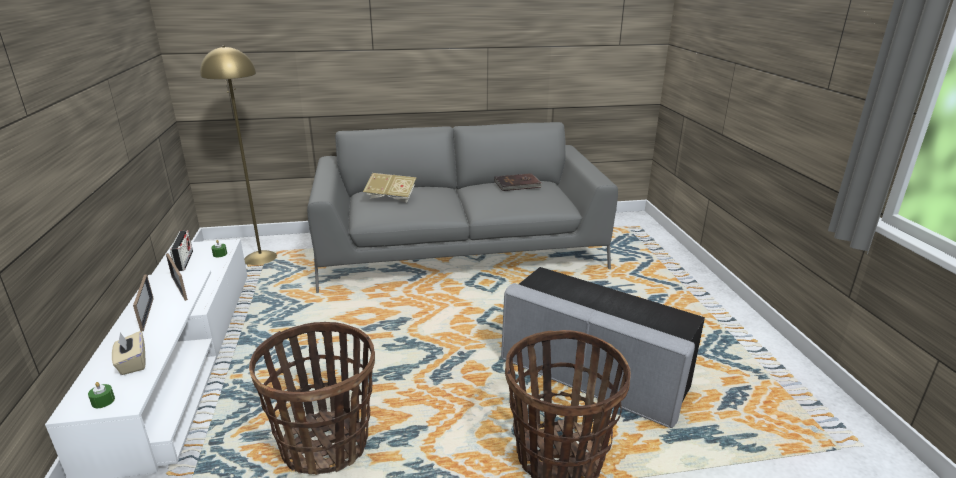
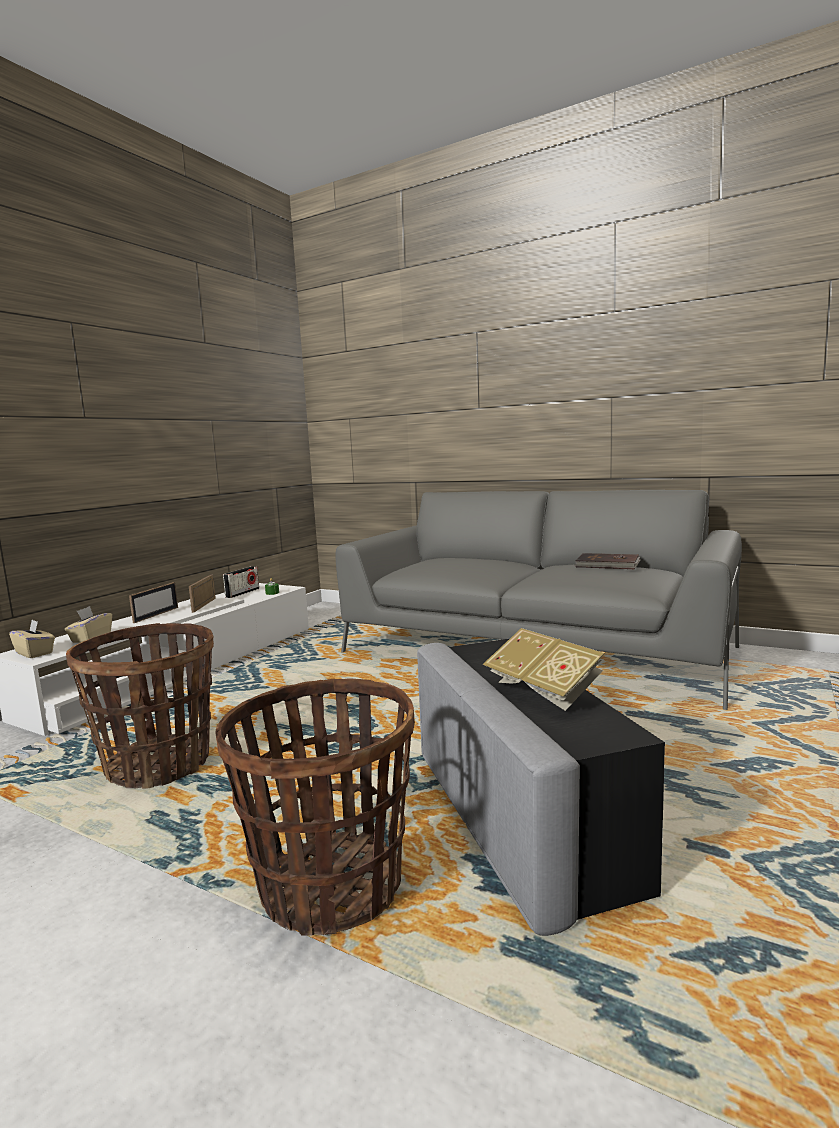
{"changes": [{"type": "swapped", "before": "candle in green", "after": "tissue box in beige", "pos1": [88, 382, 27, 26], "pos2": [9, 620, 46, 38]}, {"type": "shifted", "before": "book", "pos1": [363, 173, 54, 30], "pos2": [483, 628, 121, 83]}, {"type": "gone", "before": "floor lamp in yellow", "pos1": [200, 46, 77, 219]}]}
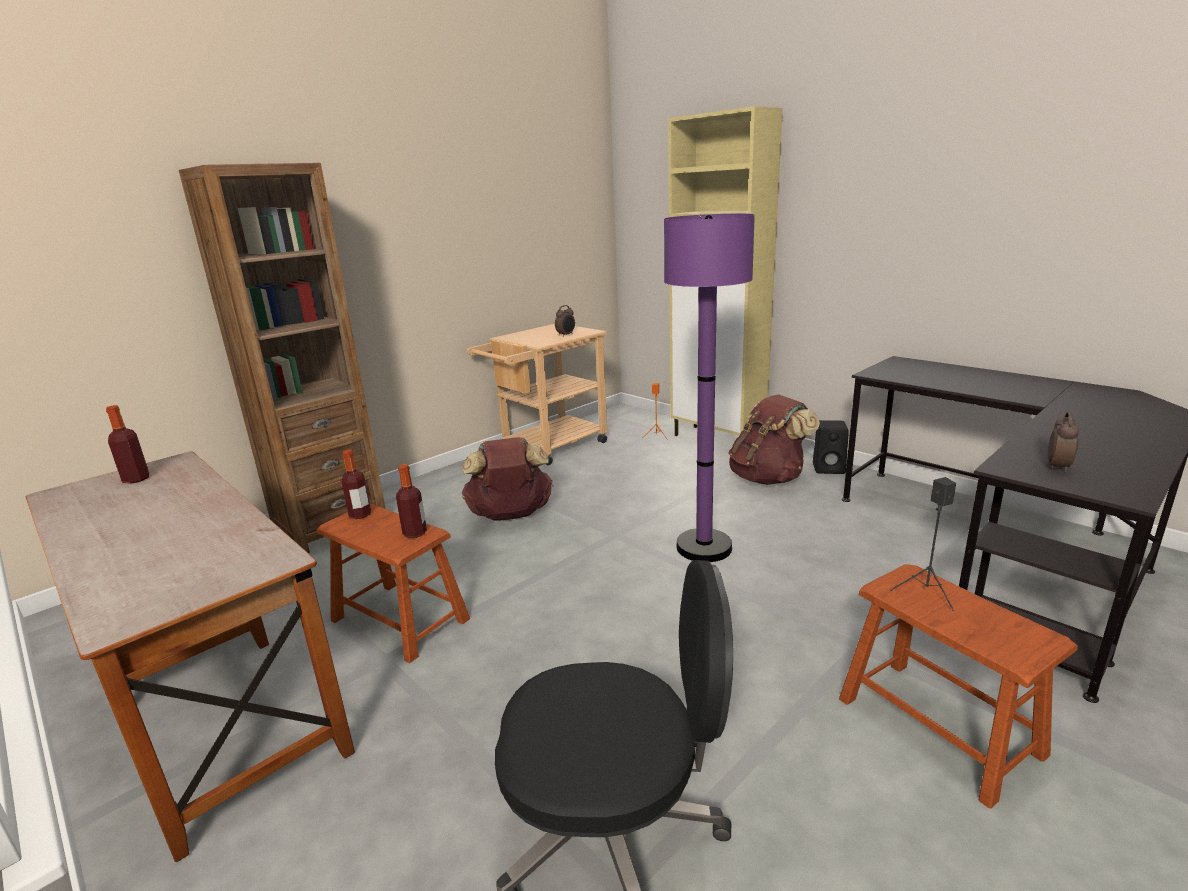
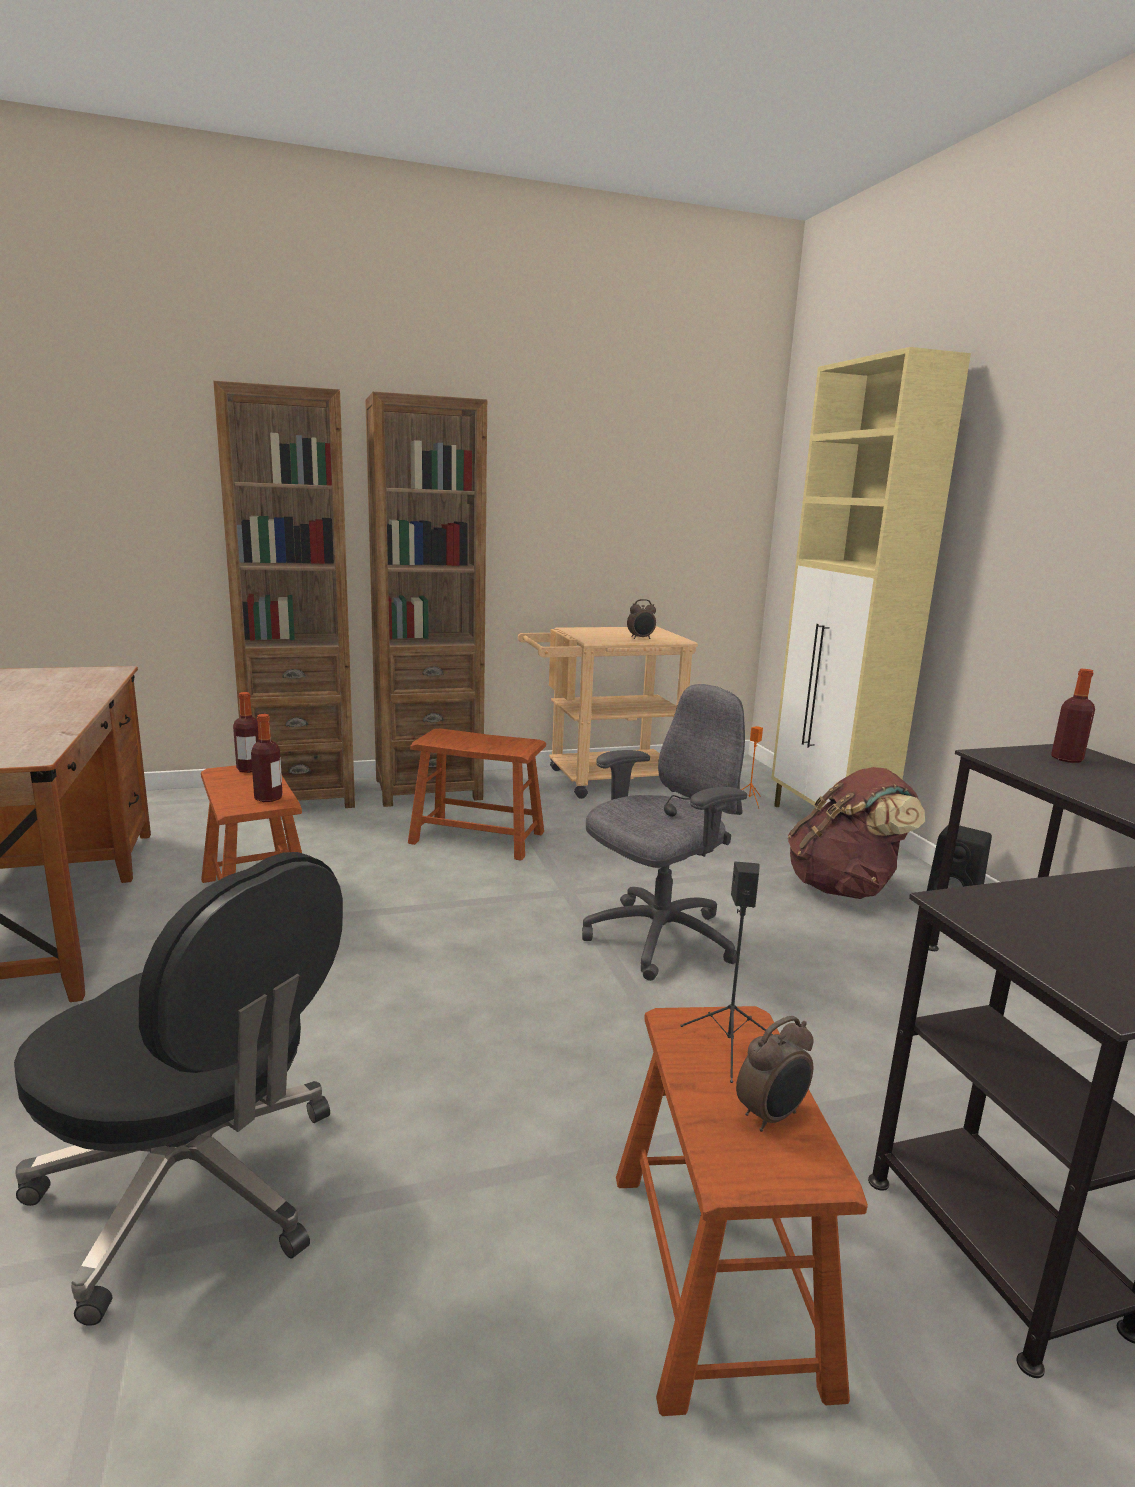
{"changes": [{"type": "new", "after": "bookcase in brown", "pos2": [365, 391, 122, 416]}, {"type": "swapped", "before": "backpack in brown", "after": "stool in brown", "pos1": [462, 437, 91, 84], "pos2": [408, 729, 138, 132]}, {"type": "swapped", "before": "floor lamp in purple", "after": "office chair in grey", "pos1": [664, 214, 91, 348], "pos2": [582, 684, 165, 297]}, {"type": "shifted", "before": "alarm clock", "pos1": [1048, 412, 31, 61], "pos2": [736, 1016, 78, 116]}, {"type": "shifted", "before": "bottle", "pos1": [106, 405, 43, 79], "pos2": [1051, 669, 44, 94]}]}
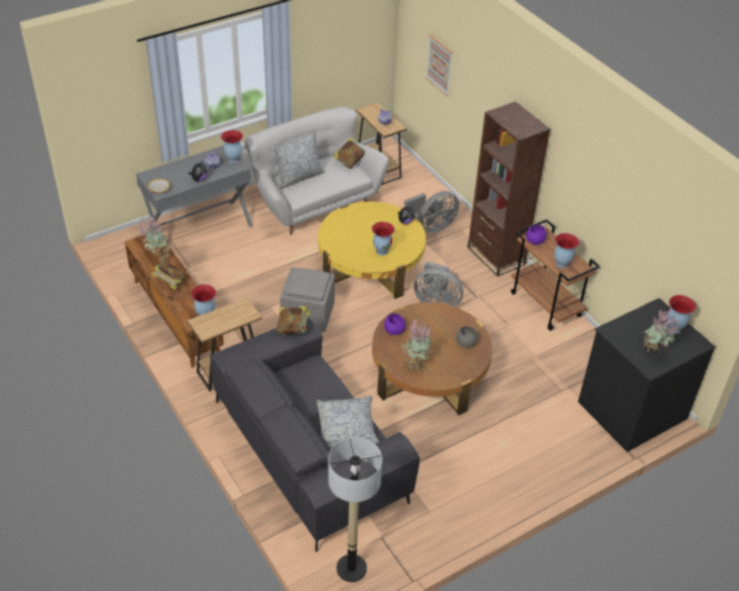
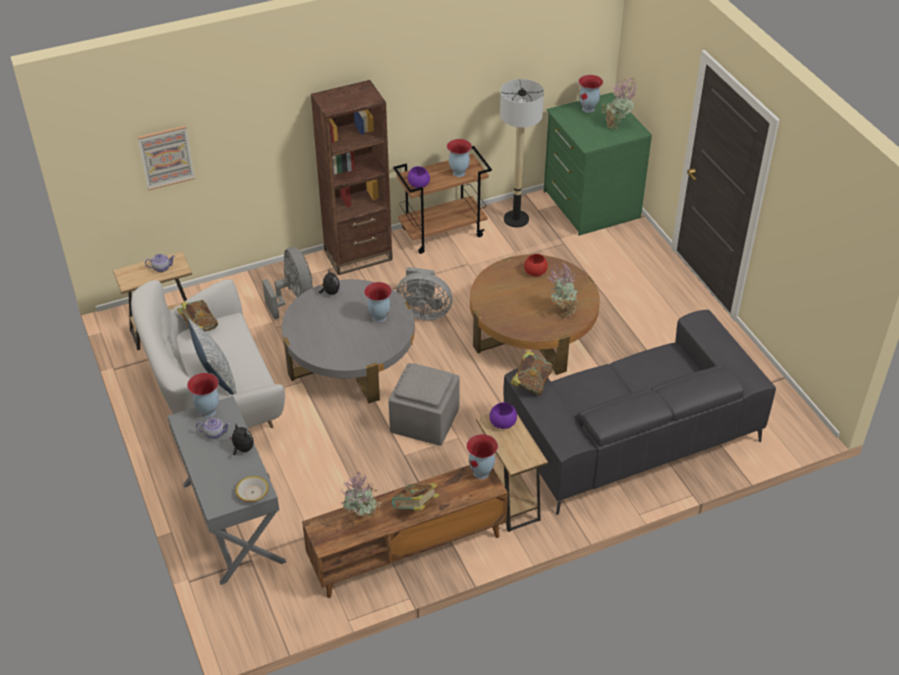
{"changes": [{"type": "repainted", "before": "coffee table in yellow", "after": "coffee table in grey", "pos1": [318, 202, 108, 97], "pos2": [282, 279, 133, 125]}, {"type": "rotated", "before": "fan in grey", "pos1": [414, 262, 49, 45], "pos2": [396, 267, 57, 53], "turn": 75}, {"type": "shifted", "before": "bowl in purple", "pos1": [384, 313, 22, 22], "pos2": [490, 402, 27, 27]}, {"type": "shifted", "before": "floor lamp", "pos1": [328, 437, 54, 145], "pos2": [500, 79, 44, 149]}, {"type": "repainted", "before": "bowl in grey", "after": "bowl in red", "pos1": [456, 326, 22, 22], "pos2": [524, 254, 24, 22]}, {"type": "repainted", "before": "dresser in black", "after": "dresser in green", "pos1": [578, 298, 137, 154], "pos2": [544, 92, 108, 144]}, {"type": "gone", "before": "pillow", "pos1": [317, 395, 63, 54]}]}
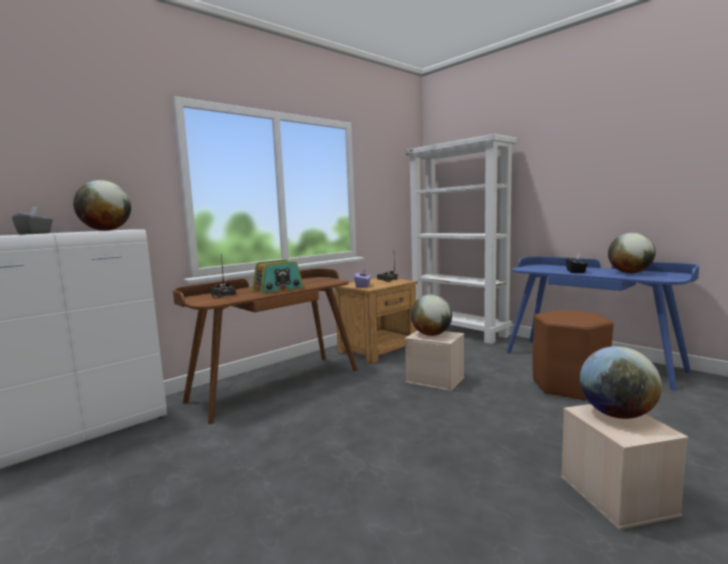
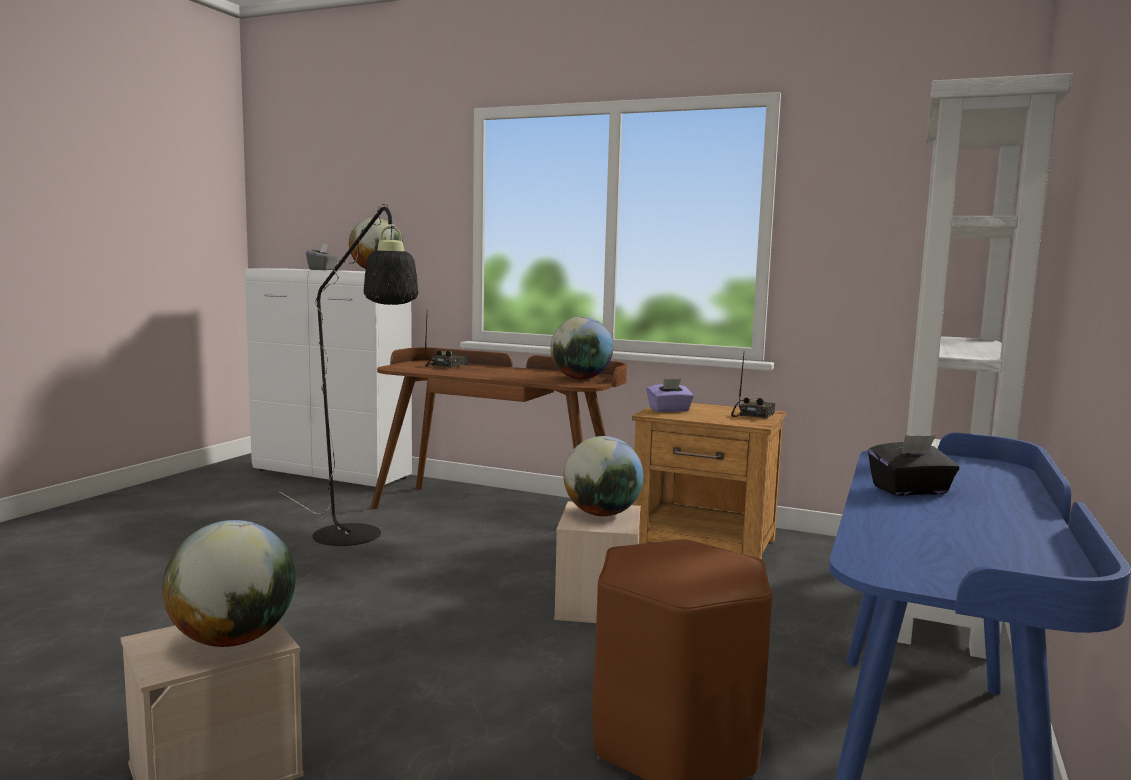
{"changes": [{"type": "new", "after": "floor lamp in black", "pos2": [279, 204, 139, 342]}, {"type": "shifted", "before": "globe", "pos1": [608, 233, 48, 40], "pos2": [550, 316, 63, 63]}, {"type": "gone", "before": "radio", "pos1": [252, 260, 51, 34]}]}
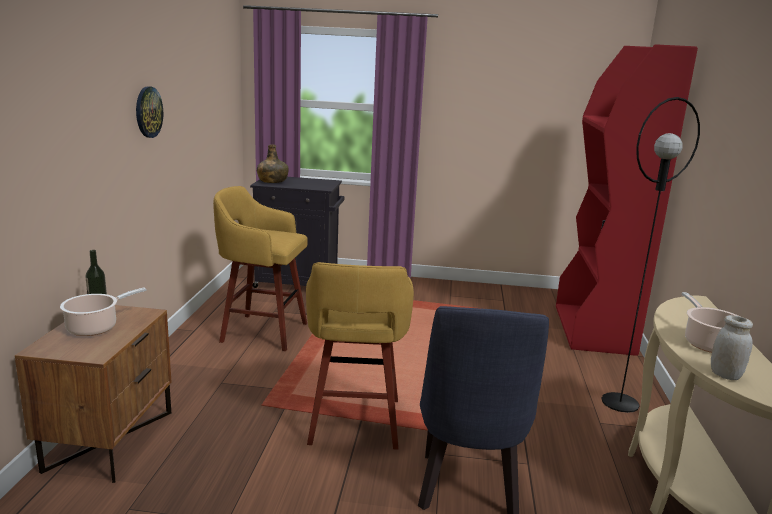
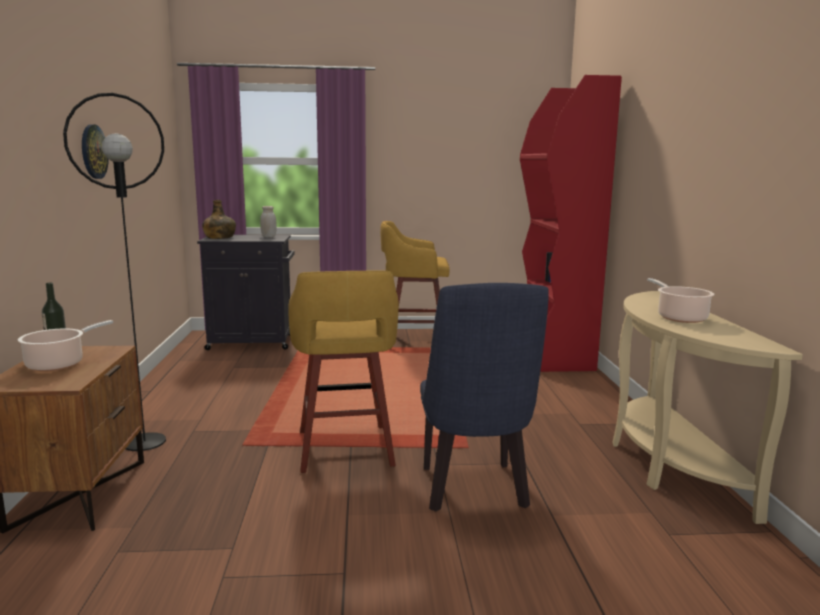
{"changes": [{"type": "shifted", "before": "floor lamp in black", "pos1": [601, 97, 99, 316], "pos2": [63, 93, 103, 358]}, {"type": "shifted", "before": "jar in white", "pos1": [711, 315, 42, 65], "pos2": [260, 206, 17, 31]}, {"type": "shifted", "before": "stool in yellow", "pos1": [213, 186, 95, 165], "pos2": [380, 221, 70, 128]}]}
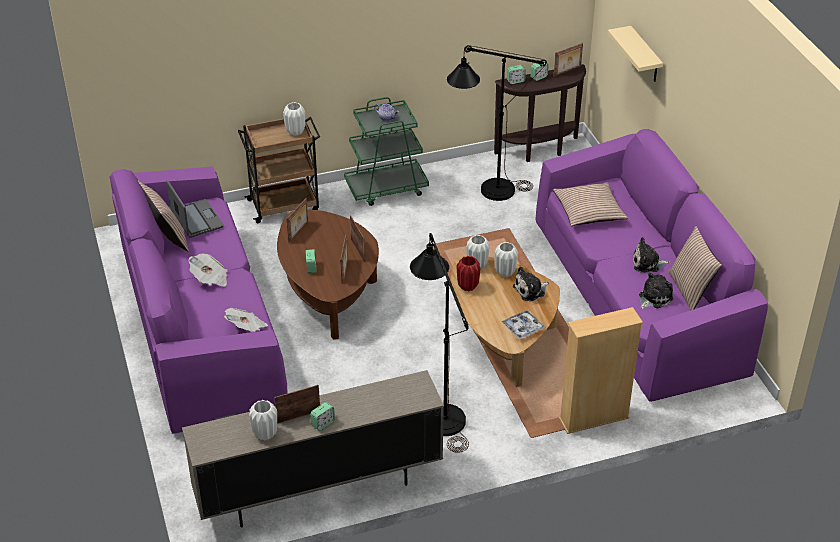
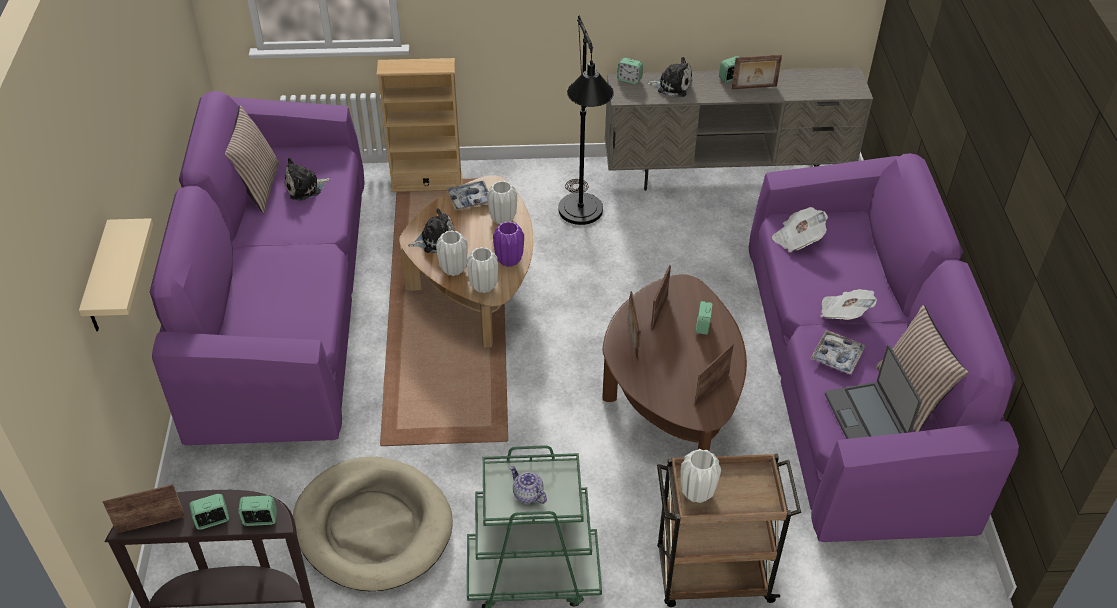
{"changes": [{"type": "swapped", "before": "floor lamp in black", "after": "dog bed in beige", "pos1": [447, 45, 100, 156], "pos2": [293, 457, 160, 134]}, {"type": "shifted", "before": "vase in white", "pos1": [249, 400, 28, 40], "pos2": [487, 181, 30, 43]}, {"type": "repainted", "before": "vase in red", "after": "vase in purple", "pos1": [457, 256, 23, 35], "pos2": [493, 221, 31, 46]}, {"type": "new", "after": "alarm clock", "pos2": [617, 58, 26, 26]}, {"type": "shifted", "before": "plush toy", "pos1": [633, 237, 37, 36], "pos2": [646, 57, 46, 40]}, {"type": "new", "after": "tray", "pos2": [810, 330, 55, 45]}, {"type": "gone", "before": "pillow", "pos1": [553, 182, 75, 44]}]}
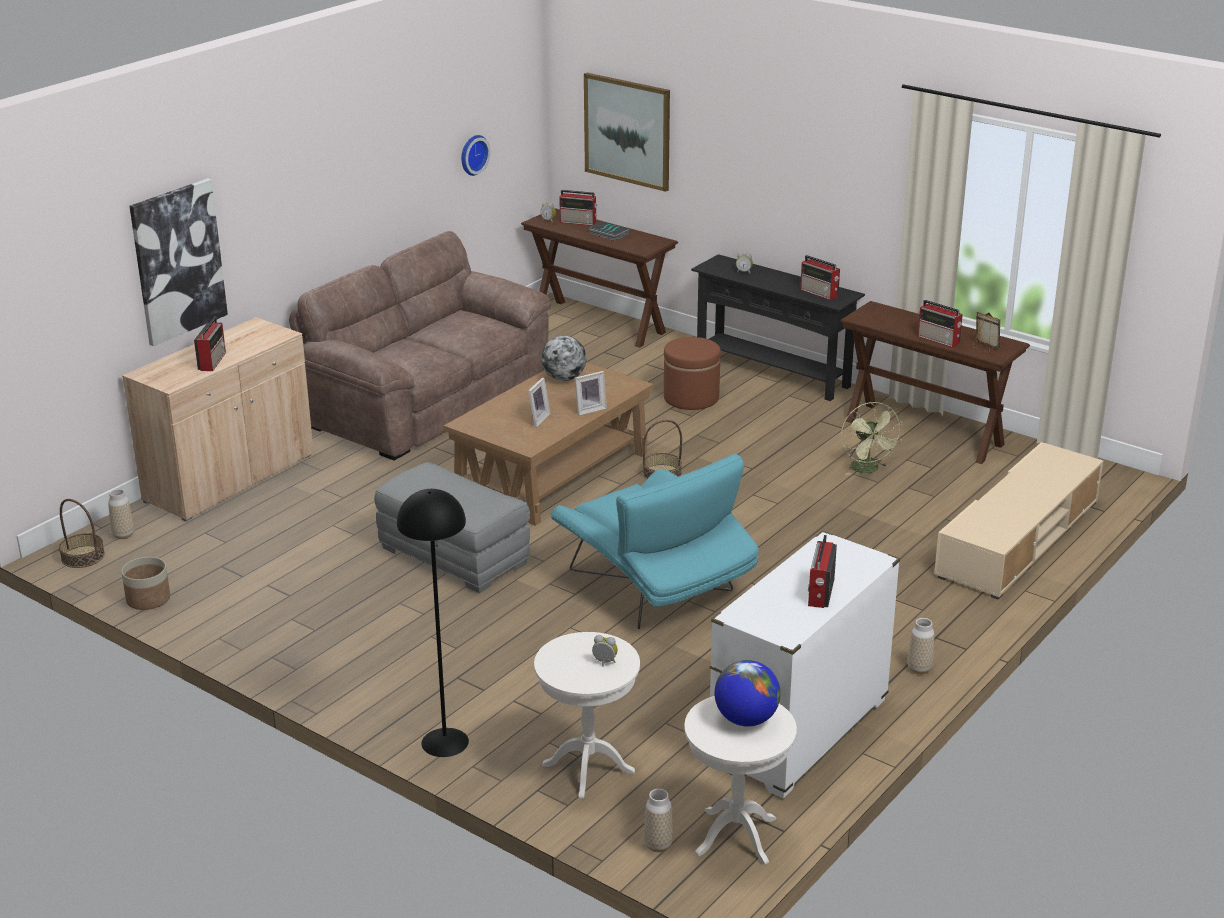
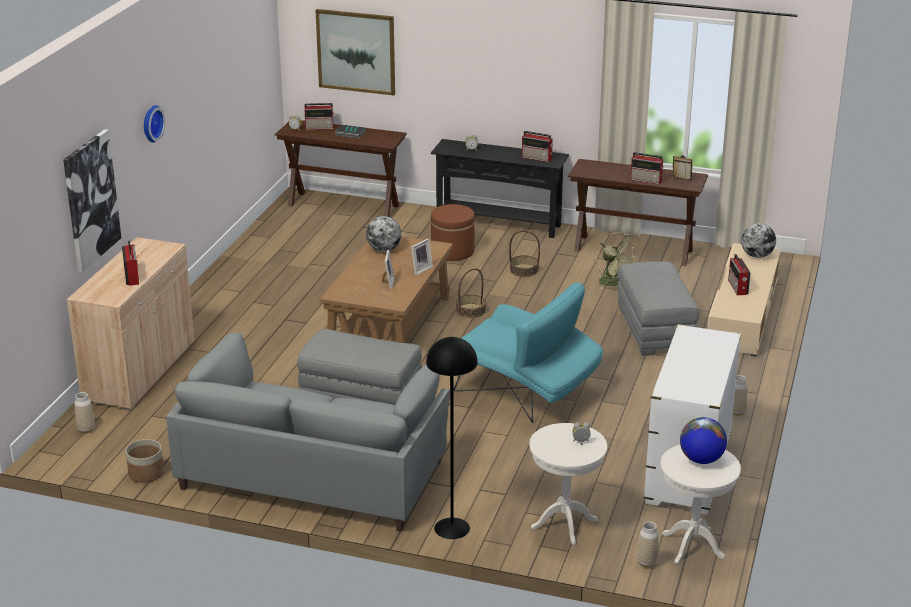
{"changes": [{"type": "shifted", "before": "wall clock", "pos1": [461, 135, 30, 41], "pos2": [144, 105, 21, 38]}, {"type": "new", "after": "sofa in grey", "pos2": [166, 333, 284, 199]}, {"type": "shifted", "before": "basket", "pos1": [59, 499, 46, 69], "pos2": [509, 230, 31, 47]}, {"type": "new", "after": "ottoman in grey", "pos2": [618, 261, 81, 95]}, {"type": "shifted", "before": "radio", "pos1": [808, 535, 29, 73], "pos2": [728, 254, 23, 41]}, {"type": "new", "after": "globe", "pos2": [741, 223, 35, 35]}, {"type": "gone", "before": "sofa in brown", "pos1": [289, 231, 262, 230]}]}
